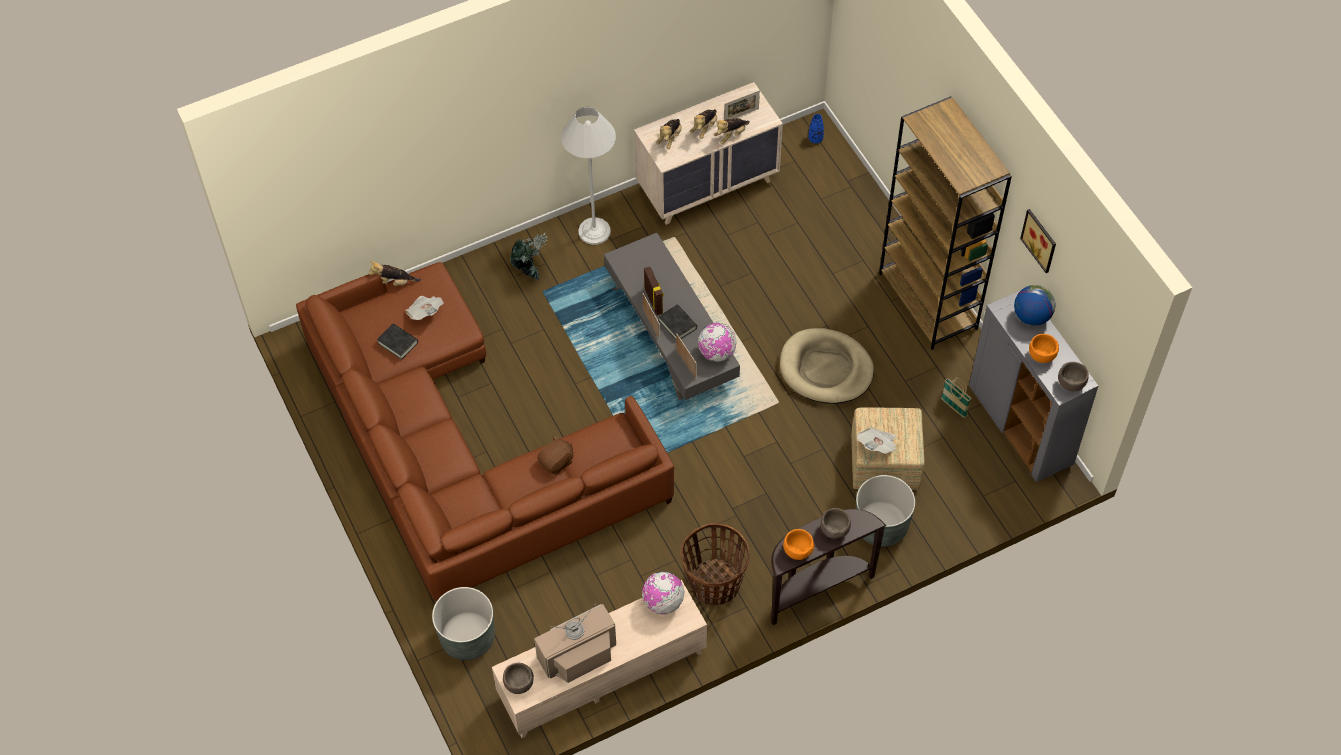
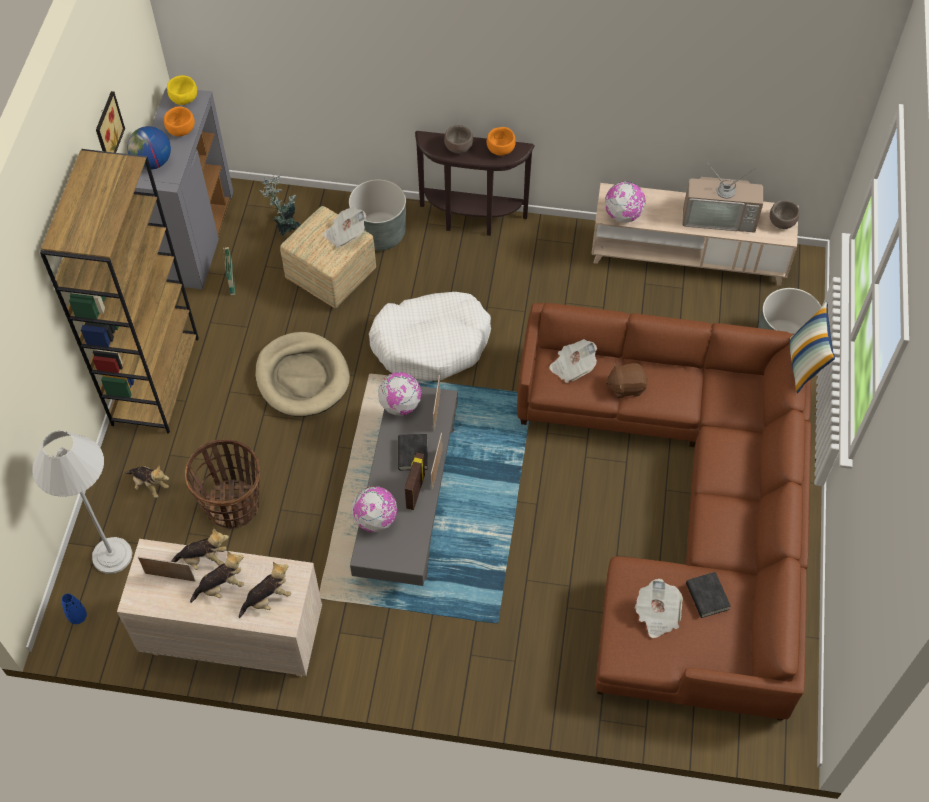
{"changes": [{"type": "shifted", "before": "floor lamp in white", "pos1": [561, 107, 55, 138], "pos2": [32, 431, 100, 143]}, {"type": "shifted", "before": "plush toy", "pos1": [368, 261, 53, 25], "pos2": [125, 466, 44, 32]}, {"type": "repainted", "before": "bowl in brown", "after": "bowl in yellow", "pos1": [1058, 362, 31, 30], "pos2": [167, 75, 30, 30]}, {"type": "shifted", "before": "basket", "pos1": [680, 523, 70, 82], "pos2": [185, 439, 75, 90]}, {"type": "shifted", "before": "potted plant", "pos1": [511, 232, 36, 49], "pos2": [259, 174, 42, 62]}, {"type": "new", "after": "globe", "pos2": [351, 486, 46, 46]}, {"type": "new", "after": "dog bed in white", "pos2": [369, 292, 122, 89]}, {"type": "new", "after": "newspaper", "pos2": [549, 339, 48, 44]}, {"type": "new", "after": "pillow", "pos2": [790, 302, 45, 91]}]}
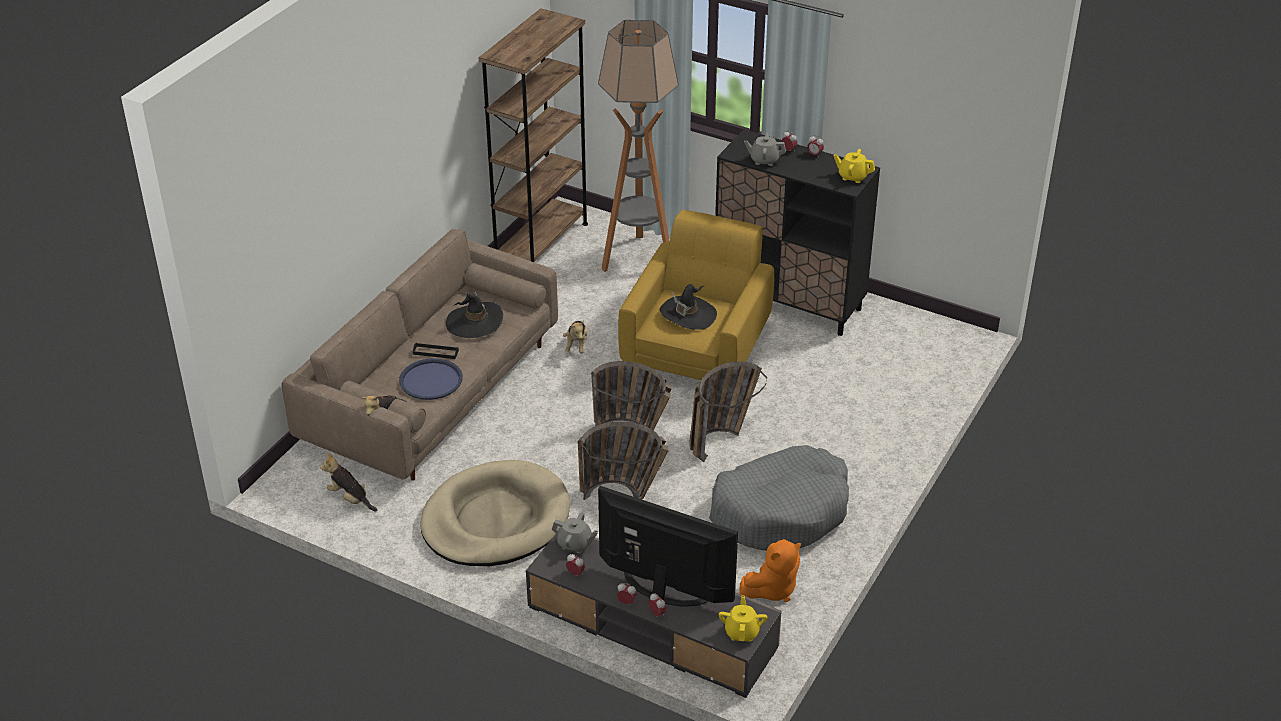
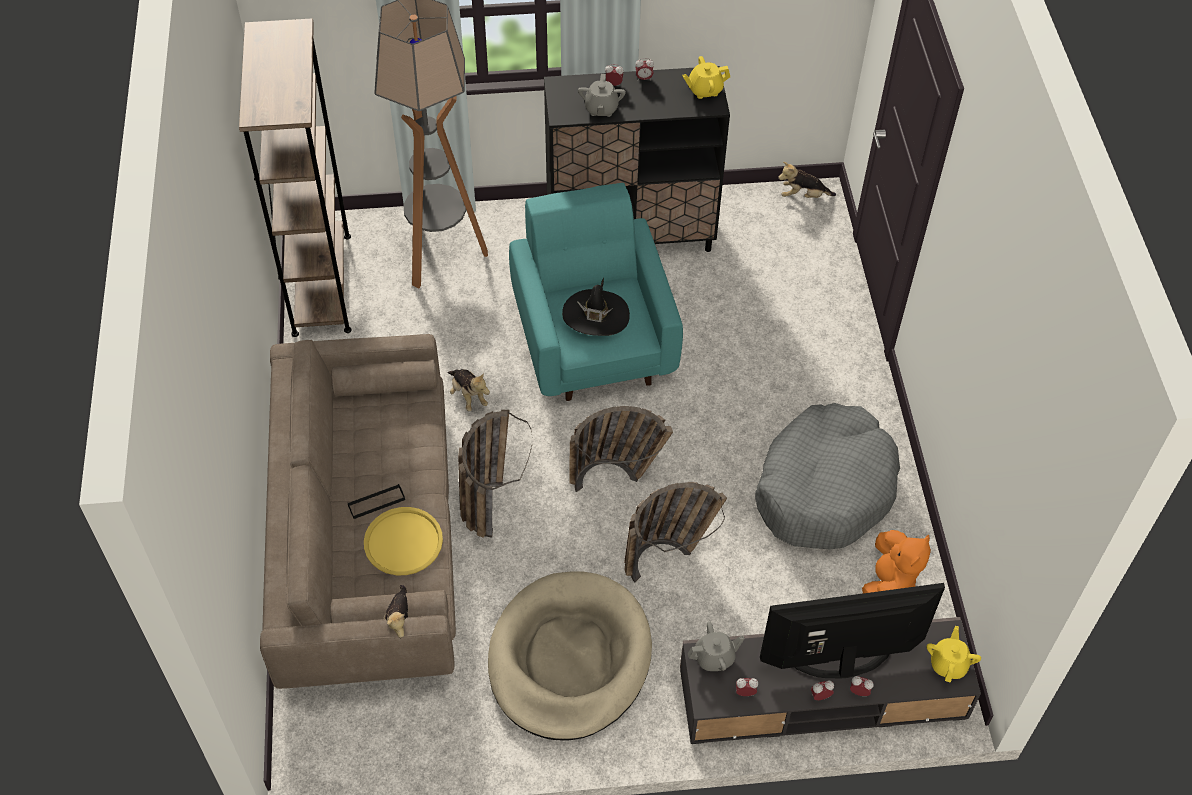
{"changes": [{"type": "repainted", "before": "tray in blue", "after": "tray in yellow", "pos1": [399, 358, 64, 42], "pos2": [364, 507, 79, 68]}, {"type": "shifted", "before": "basket", "pos1": [689, 361, 78, 101], "pos2": [458, 410, 74, 128]}, {"type": "repainted", "before": "armchair in yellow", "after": "armchair in turquoise", "pos1": [618, 210, 156, 170], "pos2": [509, 183, 174, 218]}, {"type": "rotated", "before": "teapot in grey", "pos1": [744, 132, 42, 34], "pos2": [578, 74, 48, 43], "turn": -60}, {"type": "shifted", "before": "plush toy", "pos1": [320, 453, 57, 59], "pos2": [778, 162, 58, 36]}, {"type": "rotated", "before": "teapot in yellow", "pos1": [719, 596, 48, 46], "pos2": [927, 626, 54, 57], "turn": 45}, {"type": "gone", "before": "hat in black", "pos1": [446, 292, 57, 46]}]}
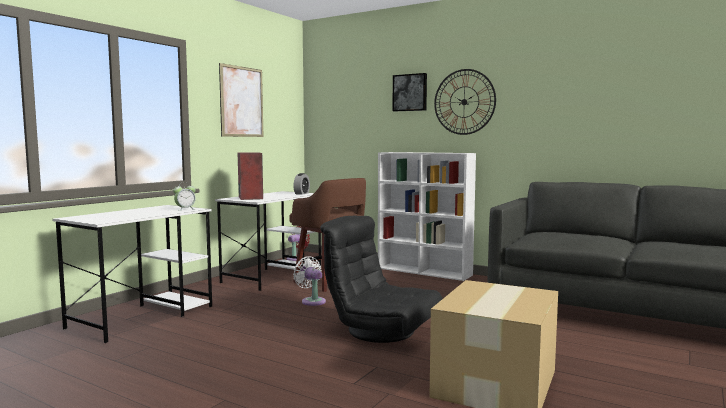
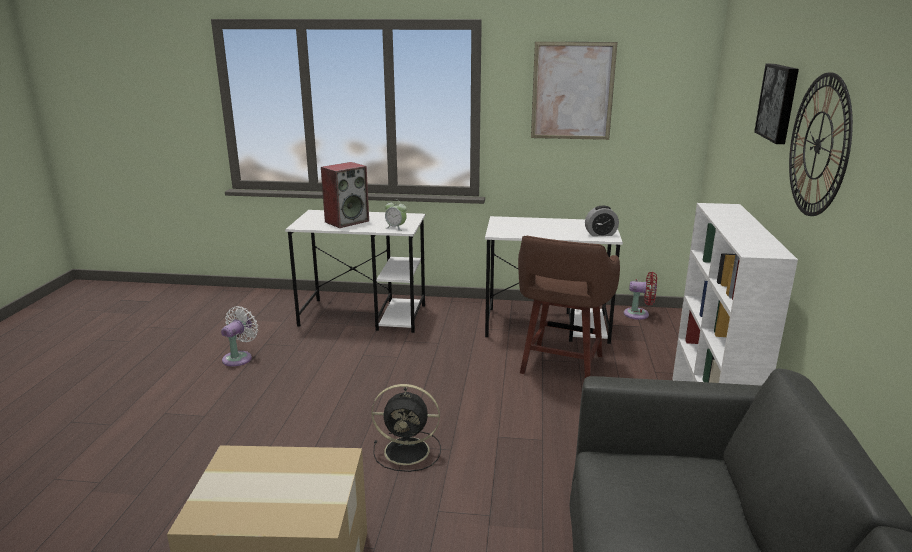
{"changes": [{"type": "shifted", "before": "fan in white", "pos1": [293, 256, 33, 50], "pos2": [221, 306, 37, 60]}, {"type": "shifted", "before": "speaker", "pos1": [238, 152, 25, 48], "pos2": [321, 162, 48, 66]}, {"type": "swapped", "before": "armchair in black", "after": "fan in black", "pos1": [321, 216, 121, 127], "pos2": [371, 384, 70, 88]}]}
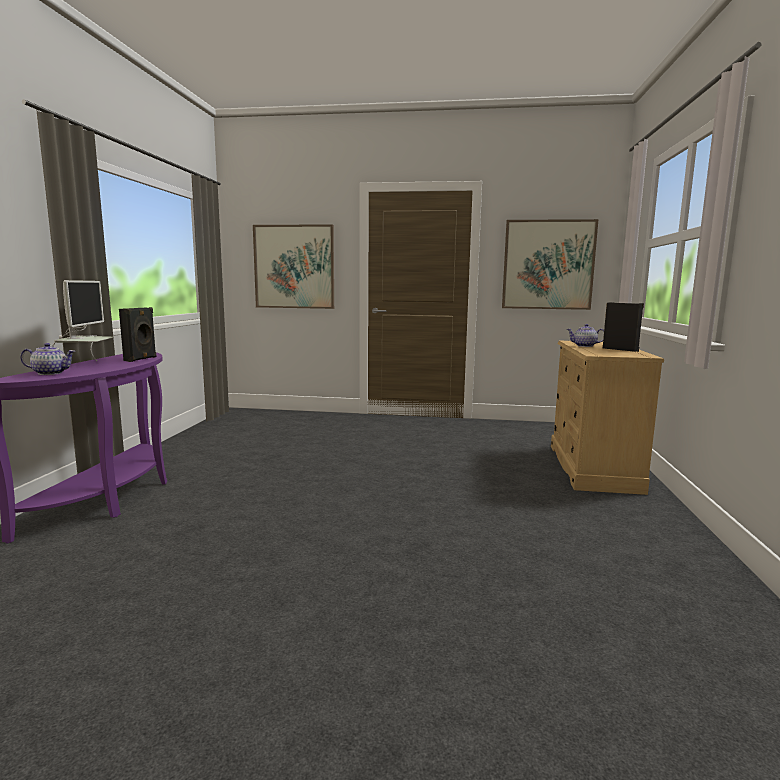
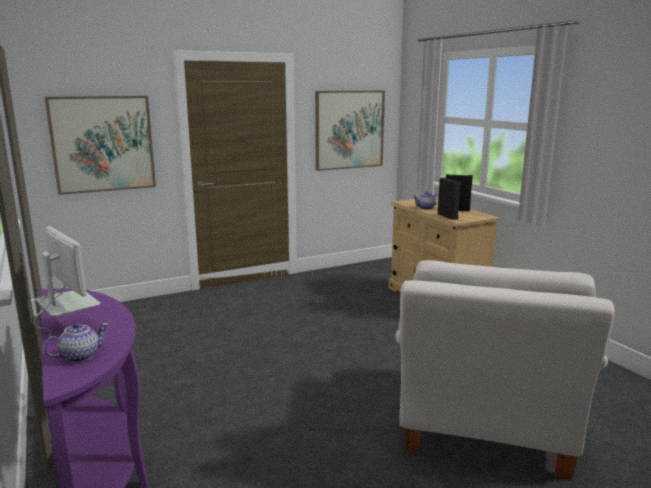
{"changes": [{"type": "new", "after": "armchair in white", "pos2": [395, 260, 219, 219]}, {"type": "shifted", "before": "speaker in black", "pos1": [119, 307, 37, 55], "pos2": [438, 178, 23, 42]}]}
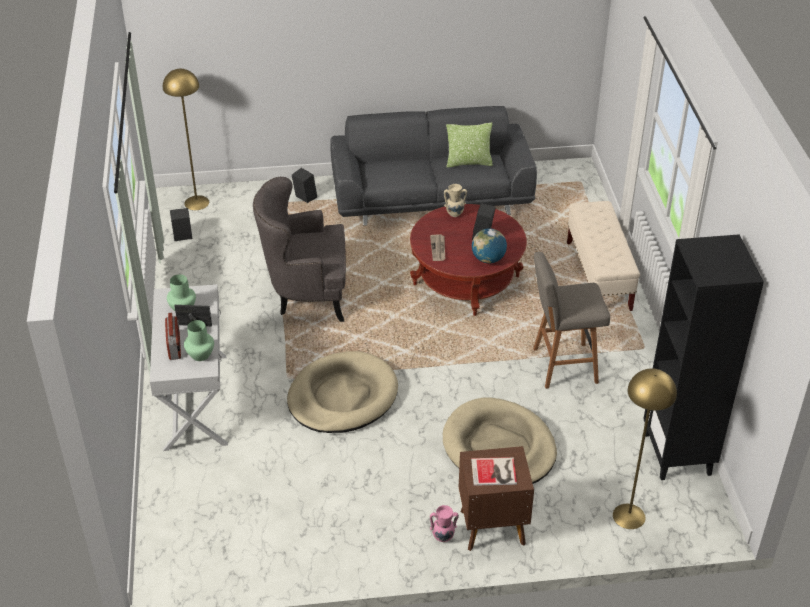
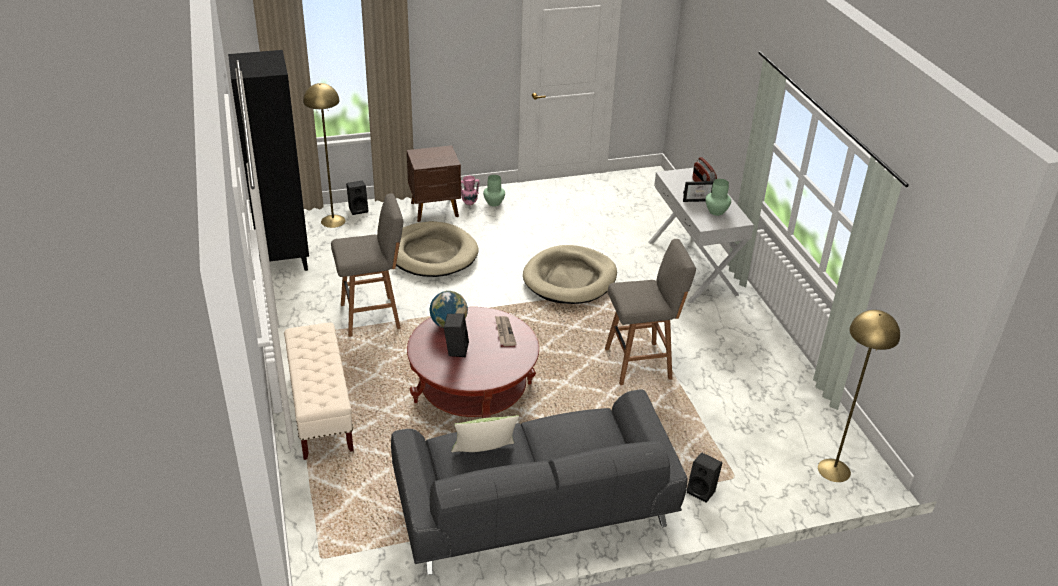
{"changes": [{"type": "shifted", "before": "speaker in black", "pos1": [170, 208, 22, 33], "pos2": [346, 181, 22, 34]}, {"type": "shifted", "before": "vase in green", "pos1": [184, 320, 30, 41], "pos2": [483, 175, 22, 32]}, {"type": "swapped", "before": "armchair in grey", "after": "stool in grey", "pos1": [253, 177, 93, 145], "pos2": [605, 239, 91, 146]}, {"type": "gone", "before": "vase in beige", "pos1": [444, 184, 23, 33]}, {"type": "gone", "before": "book", "pos1": [471, 457, 46, 29]}]}
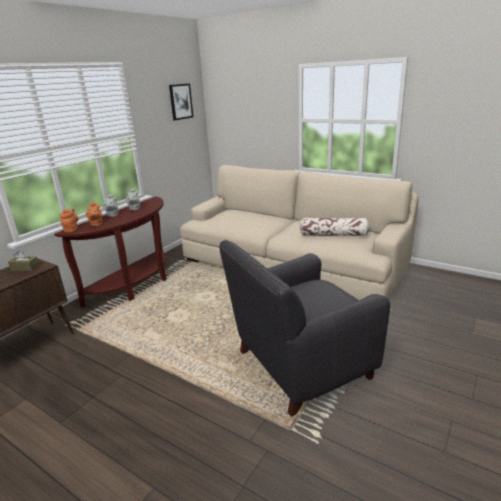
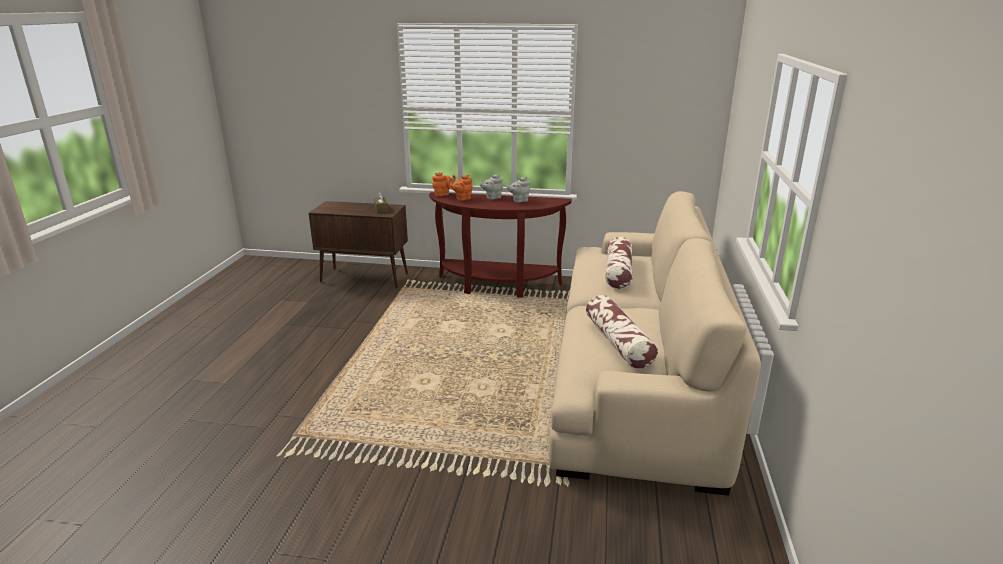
{"changes": [{"type": "new", "after": "pillow", "pos2": [605, 237, 27, 52]}, {"type": "gone", "before": "picture", "pos1": [169, 83, 24, 37]}, {"type": "gone", "before": "armchair in black", "pos1": [219, 240, 171, 177]}]}
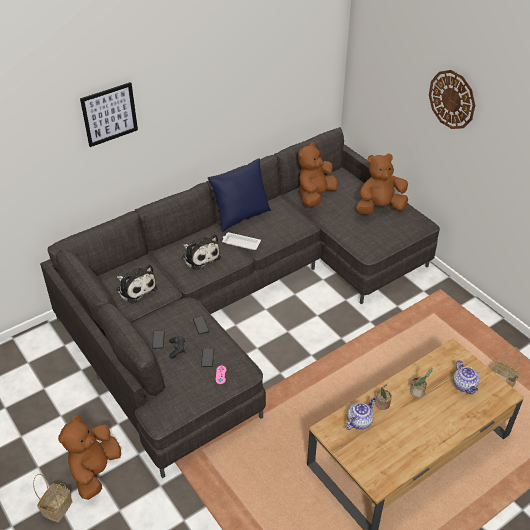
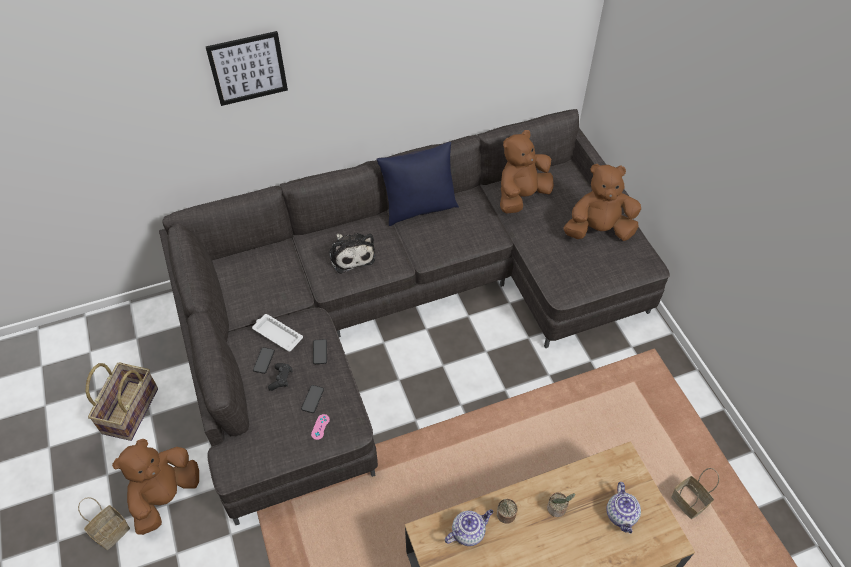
{"changes": [{"type": "new", "after": "basket", "pos2": [86, 362, 72, 79]}, {"type": "shifted", "before": "tray in white", "pos1": [222, 232, 39, 18], "pos2": [252, 314, 51, 38]}, {"type": "gone", "before": "plush toy", "pos1": [116, 264, 41, 40]}, {"type": "gone", "before": "wall clock", "pos1": [429, 70, 46, 59]}]}
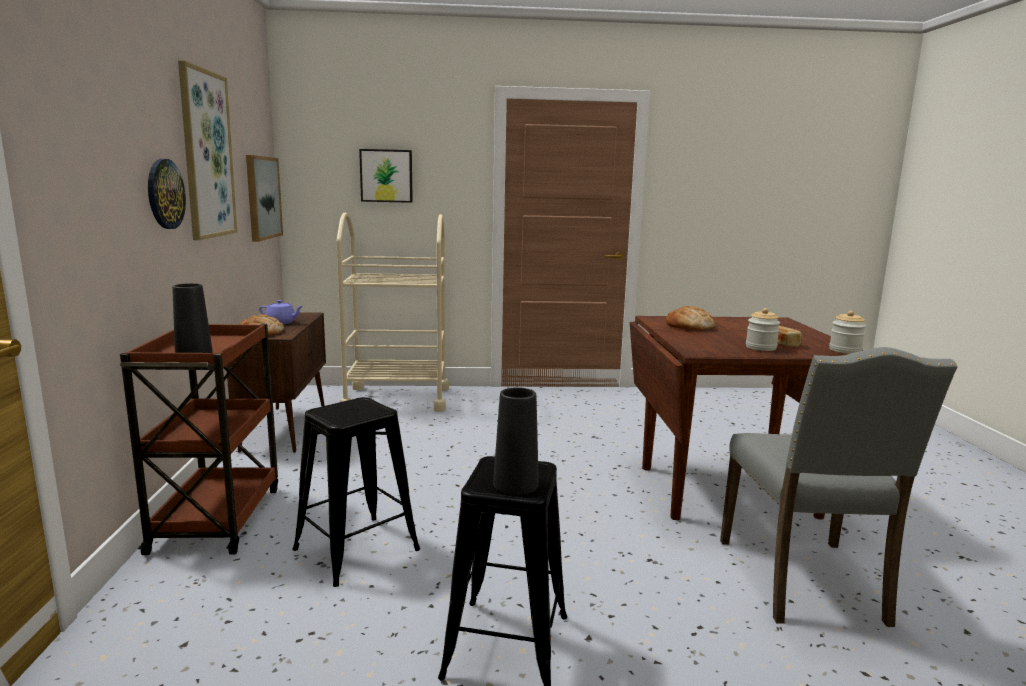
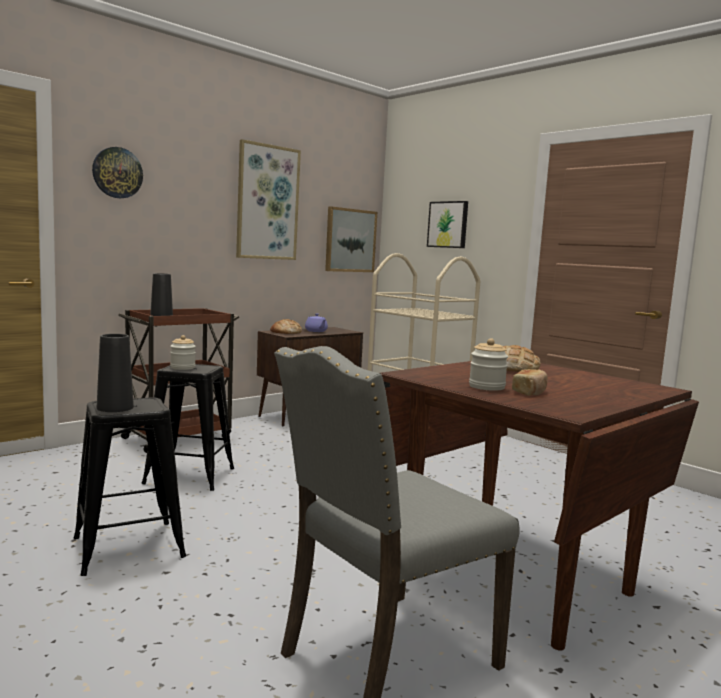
{"changes": [{"type": "shifted", "before": "wall clock", "pos1": [148, 159, 38, 70], "pos2": [92, 147, 51, 51]}, {"type": "shifted", "before": "jar", "pos1": [829, 311, 37, 43], "pos2": [170, 335, 26, 35]}]}
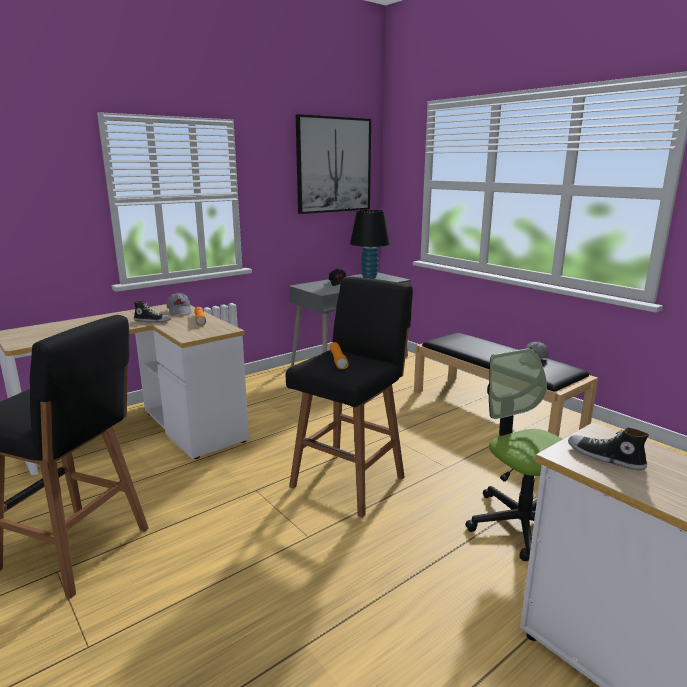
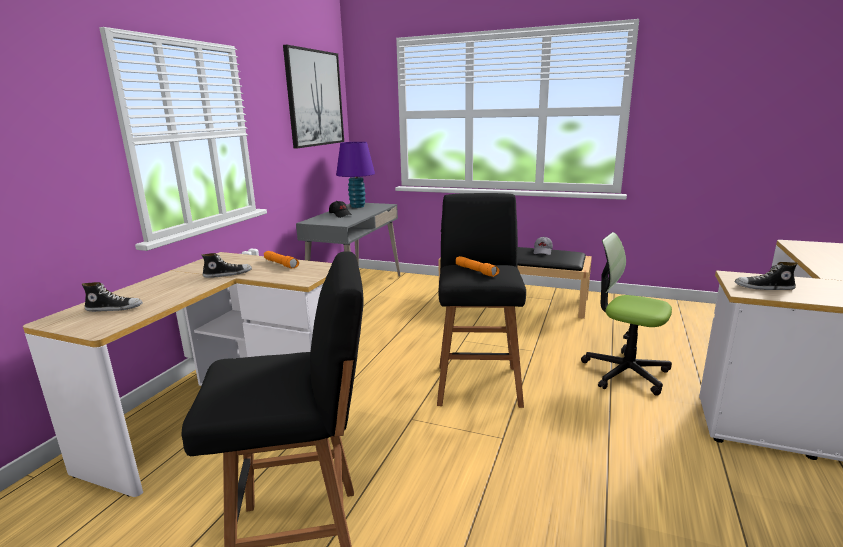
{"changes": [{"type": "new", "after": "shoe", "pos2": [82, 282, 61, 30]}, {"type": "repainted", "before": "table lamp in black", "after": "table lamp in purple", "pos1": [350, 210, 40, 68], "pos2": [336, 142, 39, 66]}, {"type": "gone", "before": "cap in grey", "pos1": [167, 293, 25, 23]}]}
